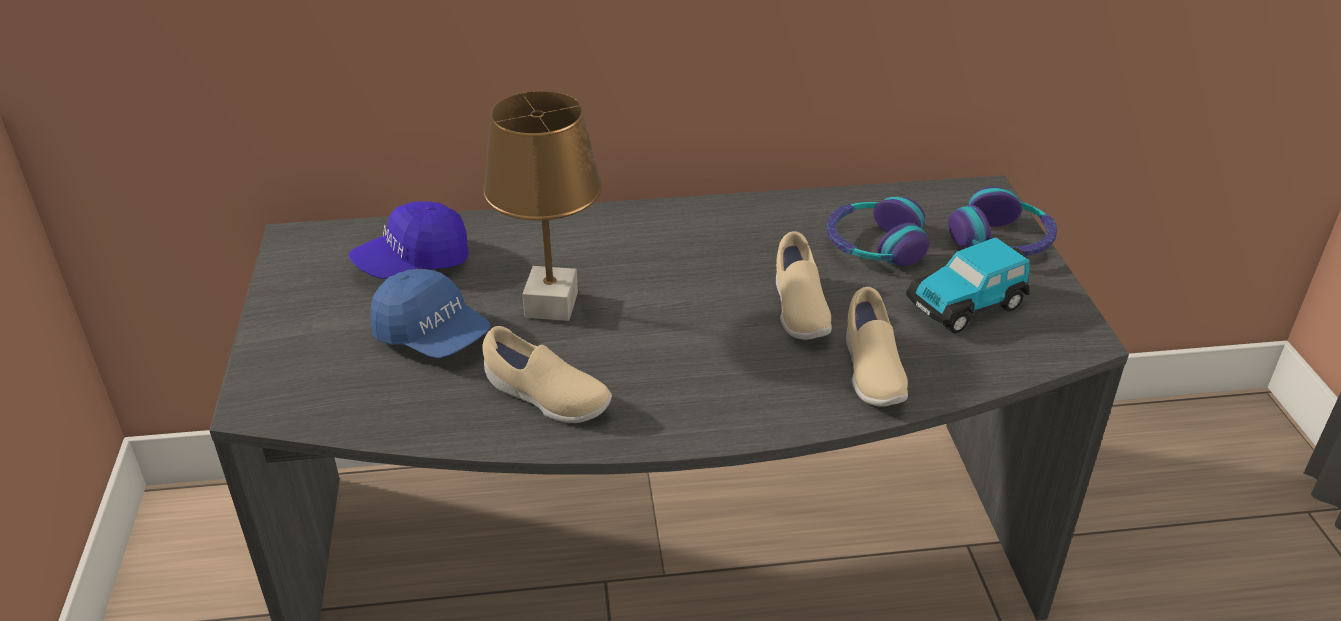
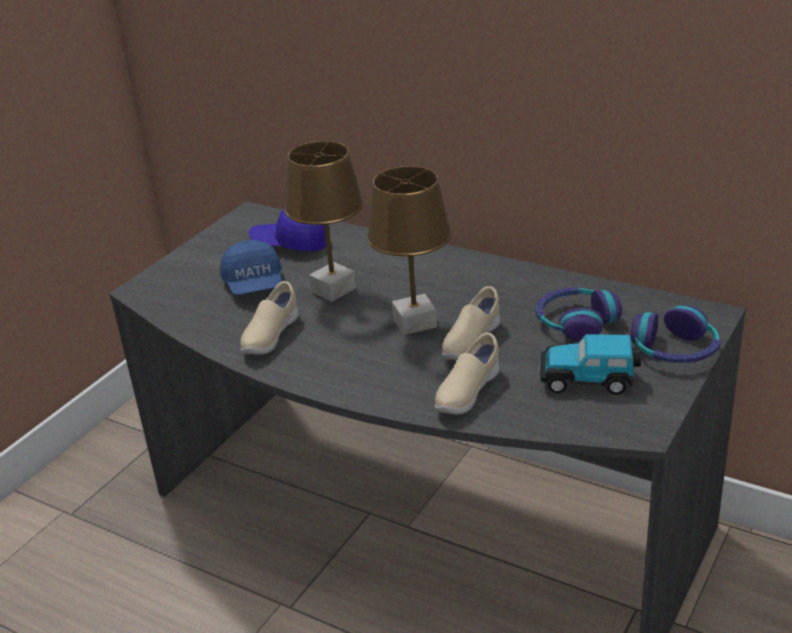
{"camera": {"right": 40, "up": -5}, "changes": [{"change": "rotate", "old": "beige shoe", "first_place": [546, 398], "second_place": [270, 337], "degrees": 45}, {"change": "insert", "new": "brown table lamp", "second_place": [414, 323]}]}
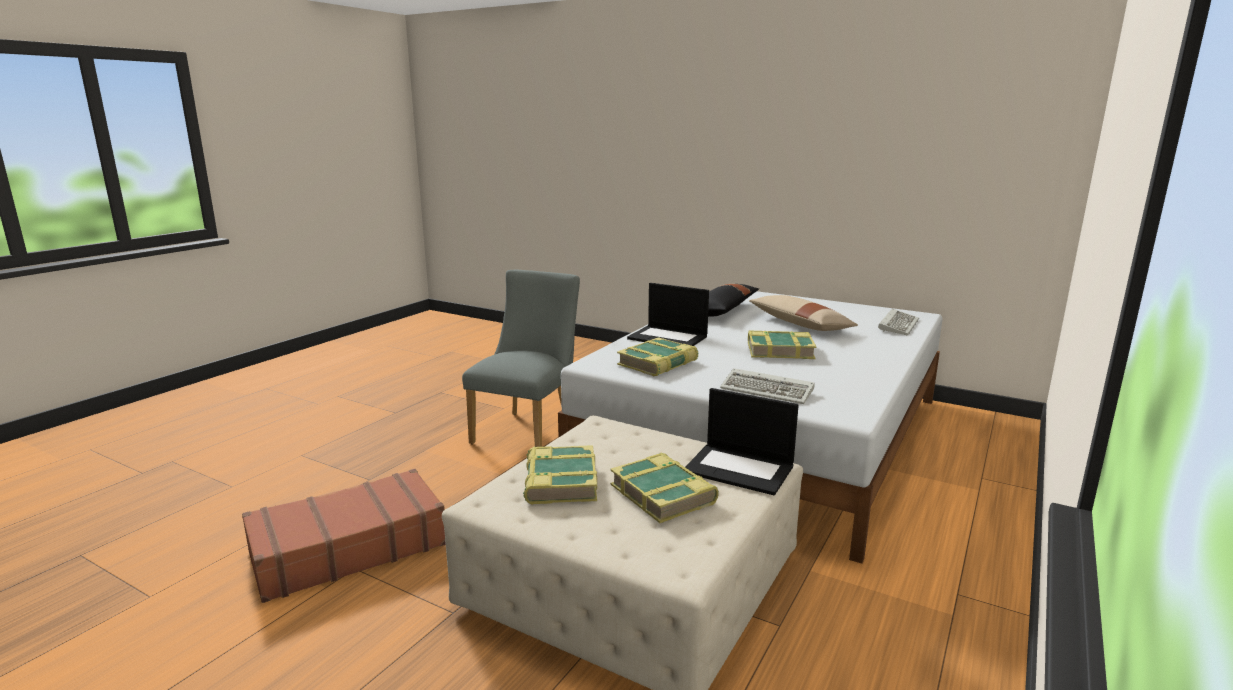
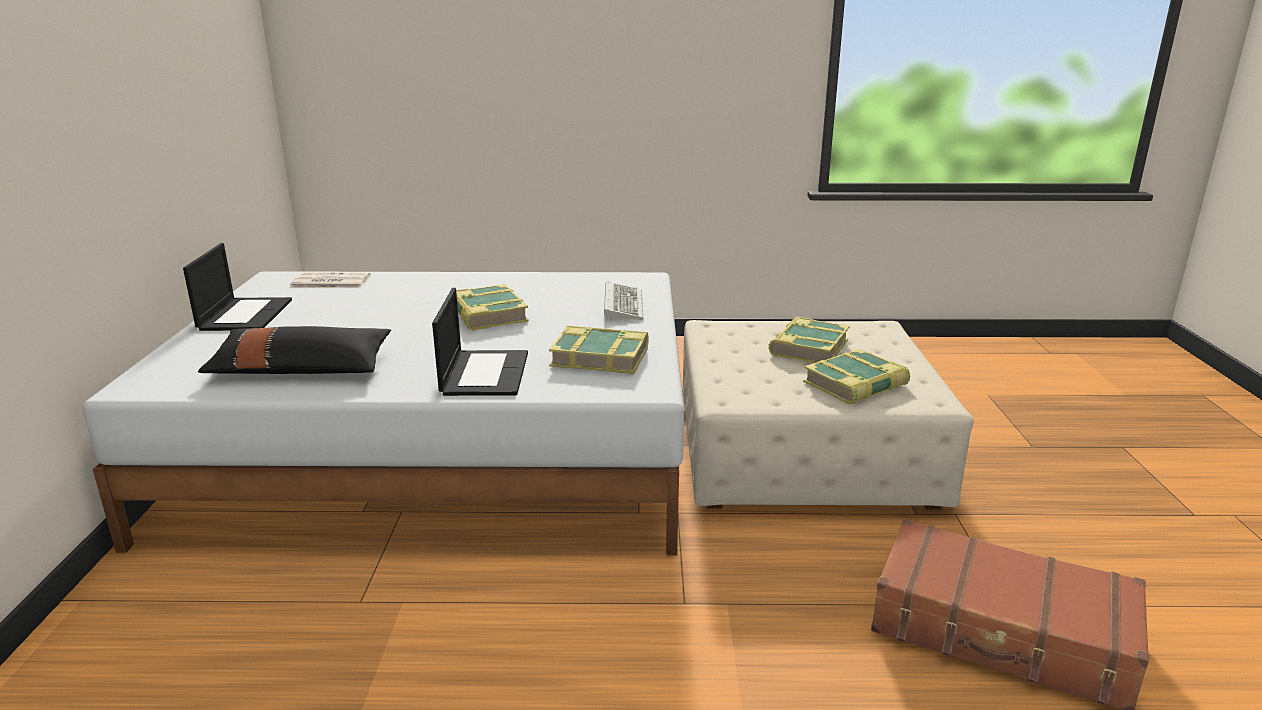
{"camera": {"right": -120, "up": 5}, "changes": [{"change": "move", "old": "laptop", "first_place": [740, 469], "second_place": [245, 314]}, {"change": "replace", "old": "keyboard", "new": "newspaper", "first_place": [897, 325], "second_place": [329, 282]}, {"change": "delete", "old": "grey chair", "first_place": [528, 430]}, {"change": "delete", "old": "beige pillow", "first_place": [800, 324]}]}
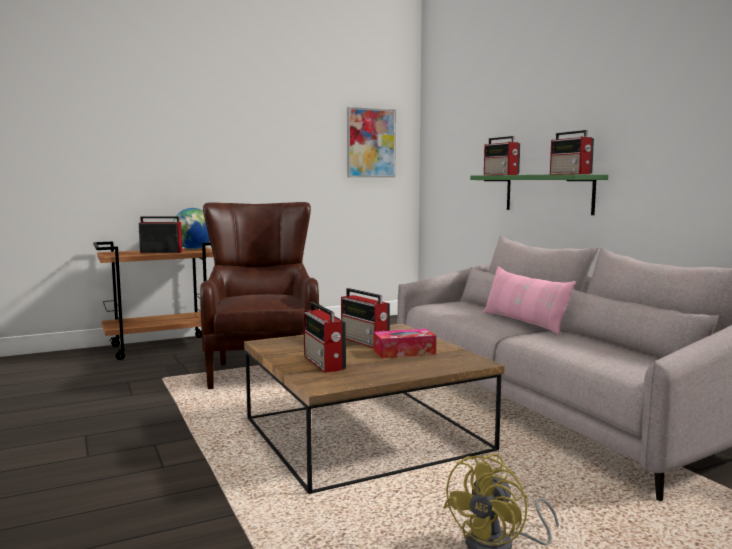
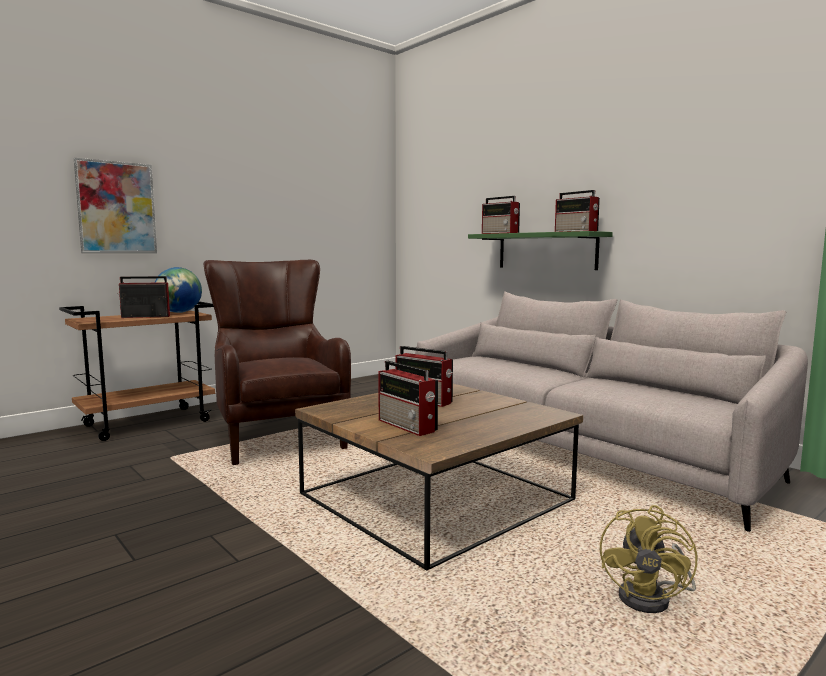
{"camera": {"right": -15, "up": 0}, "changes": [{"change": "move", "old": "picture", "first_place": [371, 143], "second_place": [116, 208]}, {"change": "delete", "old": "tissue box", "first_place": [404, 352]}, {"change": "delete", "old": "pink pillow", "first_place": [524, 322]}]}
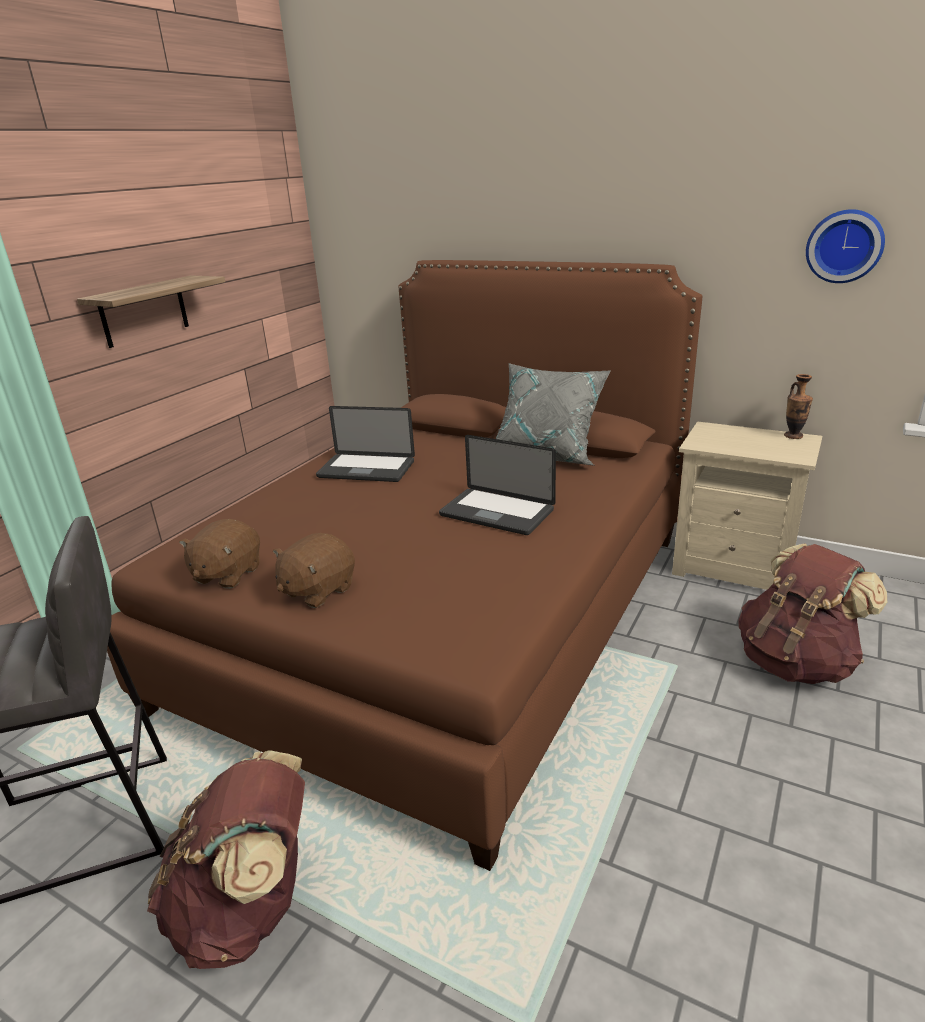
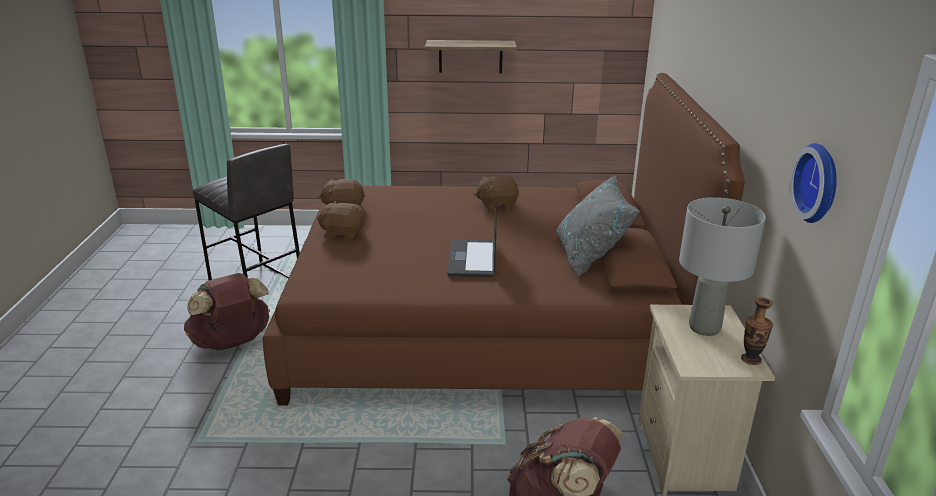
{"camera": {"right": 60, "up": 0}, "changes": [{"change": "replace", "old": "laptop", "new": "brown plush toy", "first_place": [366, 469], "second_place": [497, 204]}, {"change": "insert", "new": "grey table lamp", "second_place": [704, 328]}]}
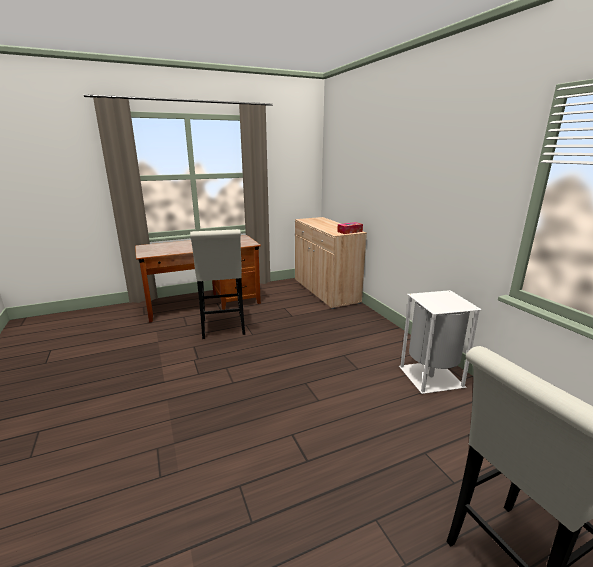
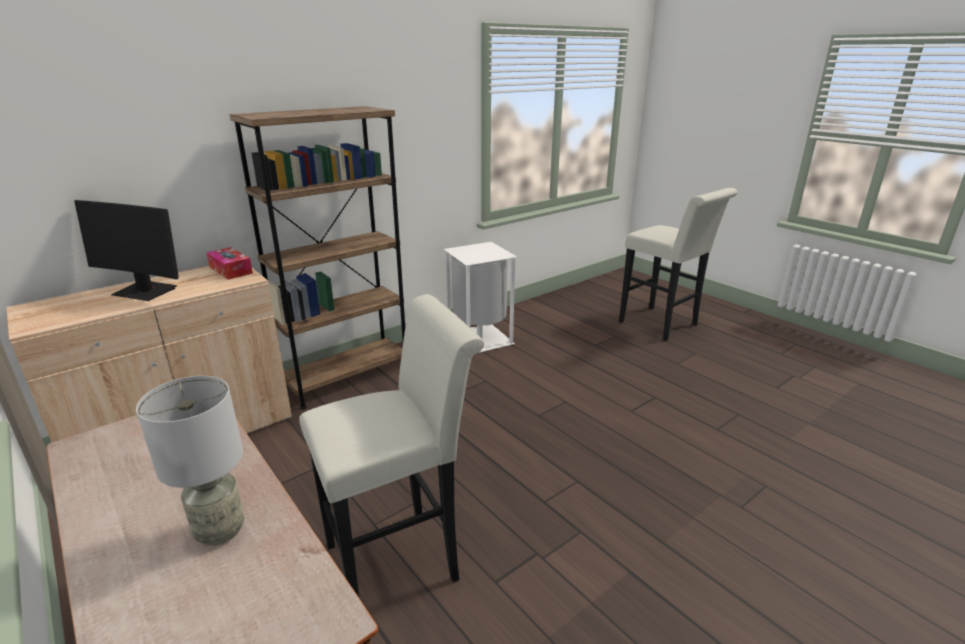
{"camera": {"right": -105, "up": 5}, "changes": [{"change": "insert", "new": "monitor", "second_place": [145, 292]}, {"change": "insert", "new": "grey table lamp", "second_place": [221, 530]}, {"change": "insert", "new": "brown bookcase", "second_place": [347, 377]}]}
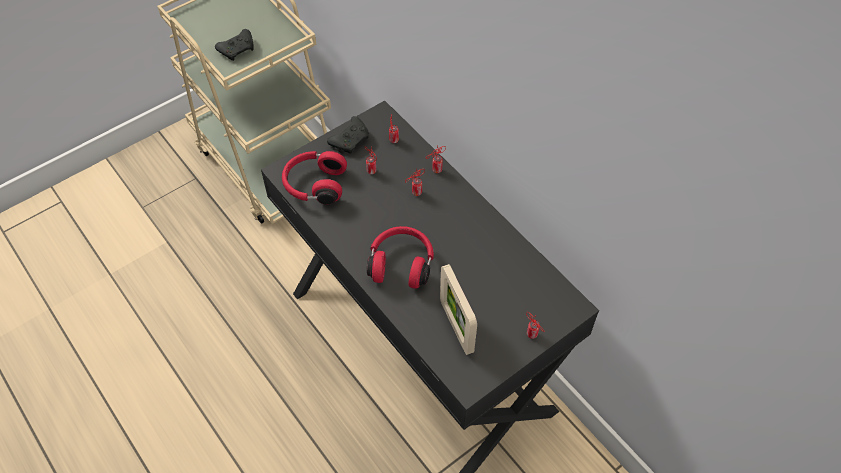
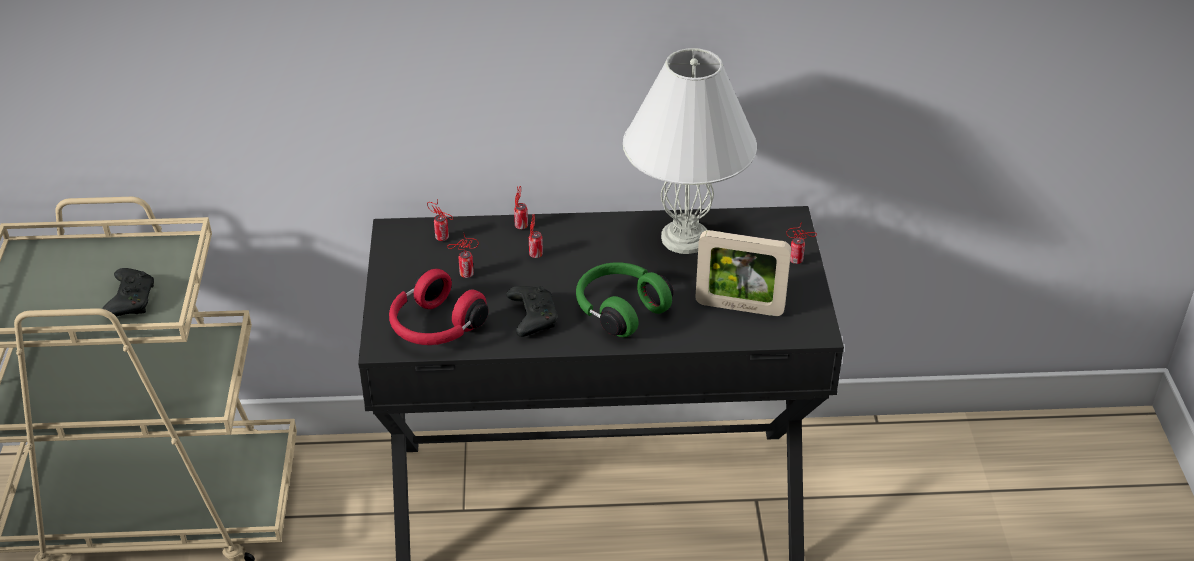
{"camera": {"right": -55, "up": -15}, "changes": [{"change": "move", "old": "black game controller", "first_place": [350, 140], "second_place": [532, 317]}, {"change": "recolor", "old": "red headphones", "new": "green headphones", "first_place": [401, 263], "second_place": [619, 309]}, {"change": "insert", "new": "white table lamp", "second_place": [686, 238]}]}
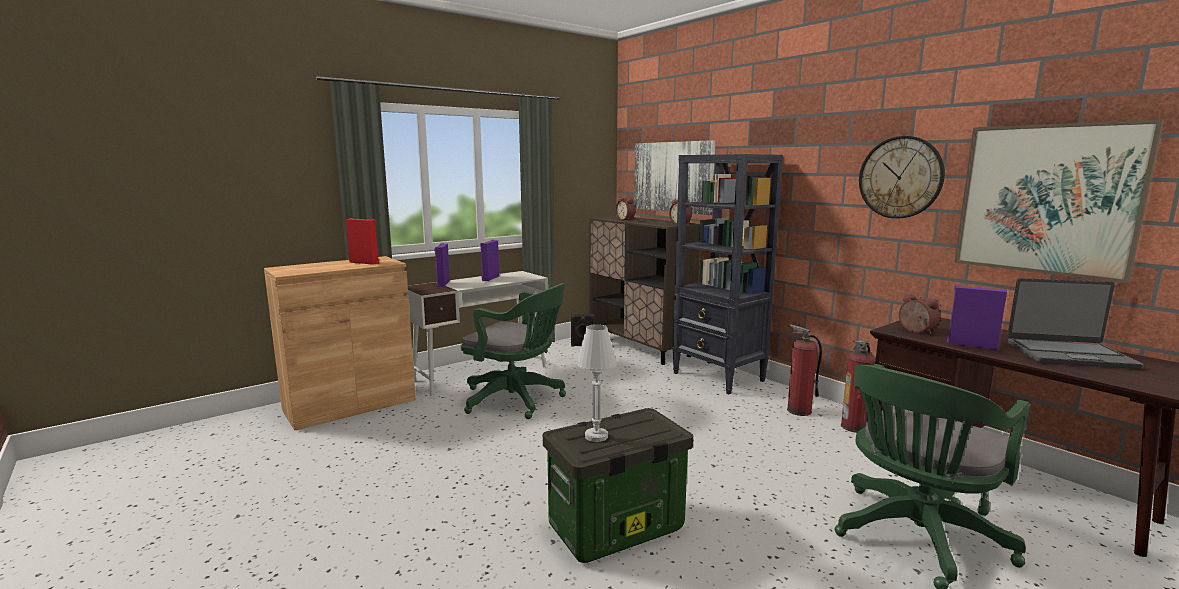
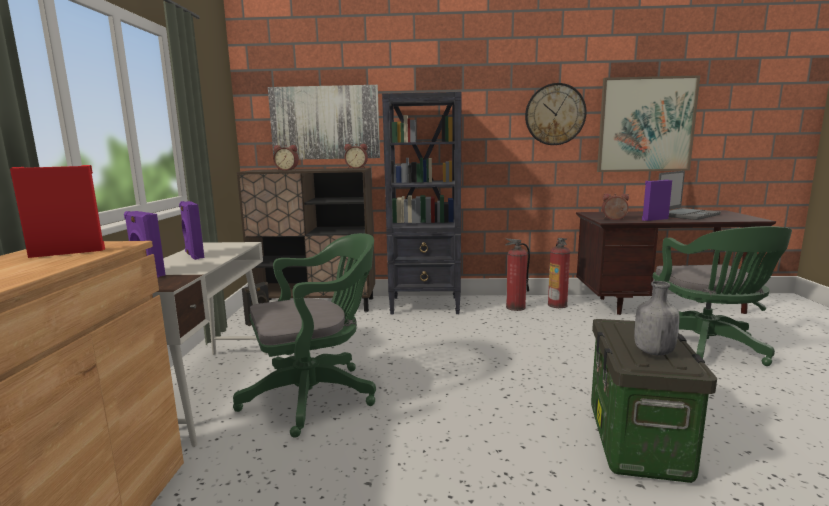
{"camera": {"right": -50, "up": 0}, "changes": [{"change": "replace", "old": "white table lamp", "new": "grey bottle", "first_place": [596, 436], "second_place": [652, 352]}]}
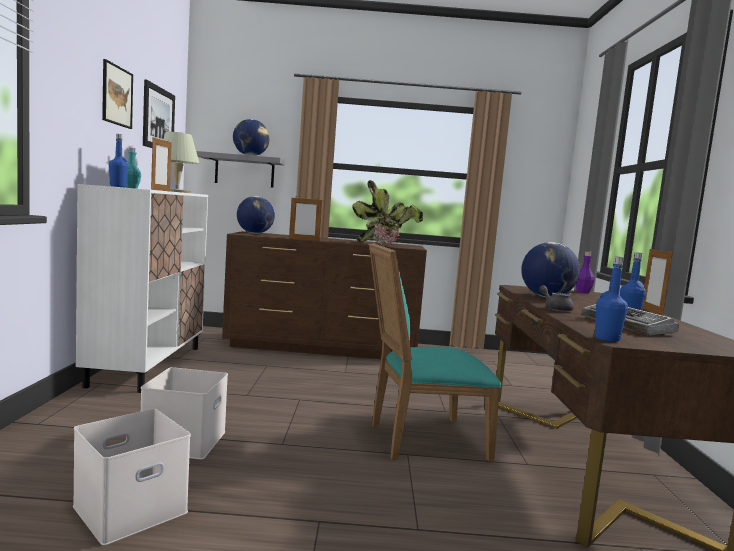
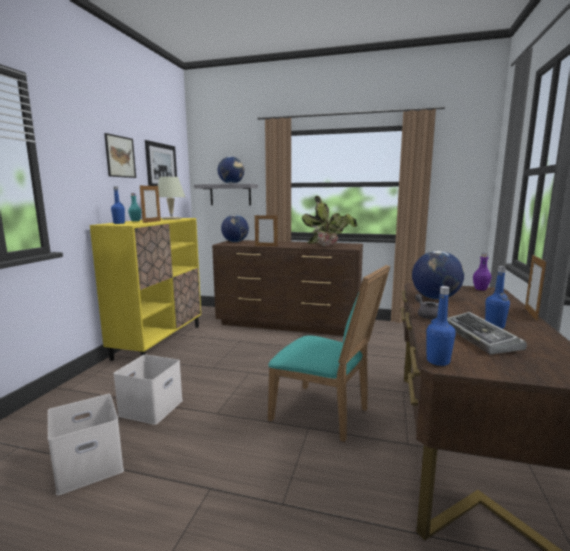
{"camera": {"right": 15, "up": 5}, "changes": [{"change": "recolor", "old": "white cabinet", "new": "yellow cabinet", "first_place": [148, 365], "second_place": [159, 341]}, {"change": "rotate", "old": "turquoise chair", "first_place": [420, 440], "second_place": [325, 414], "degrees": -150}]}
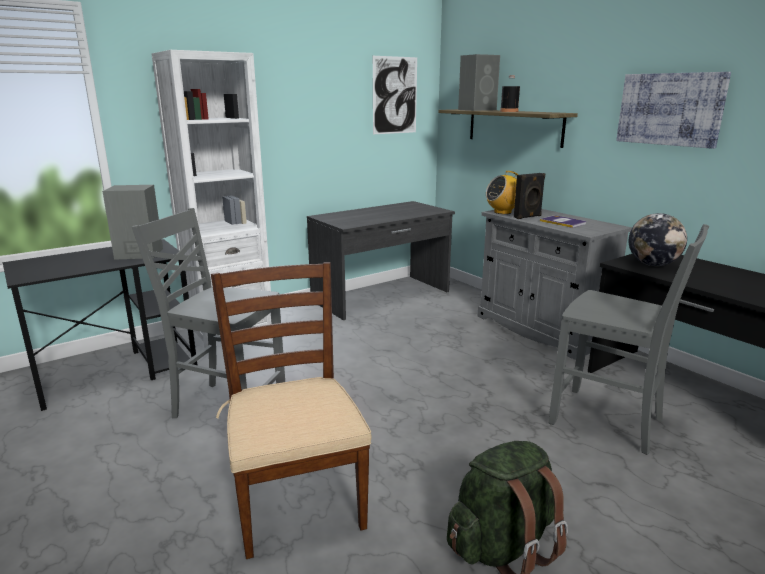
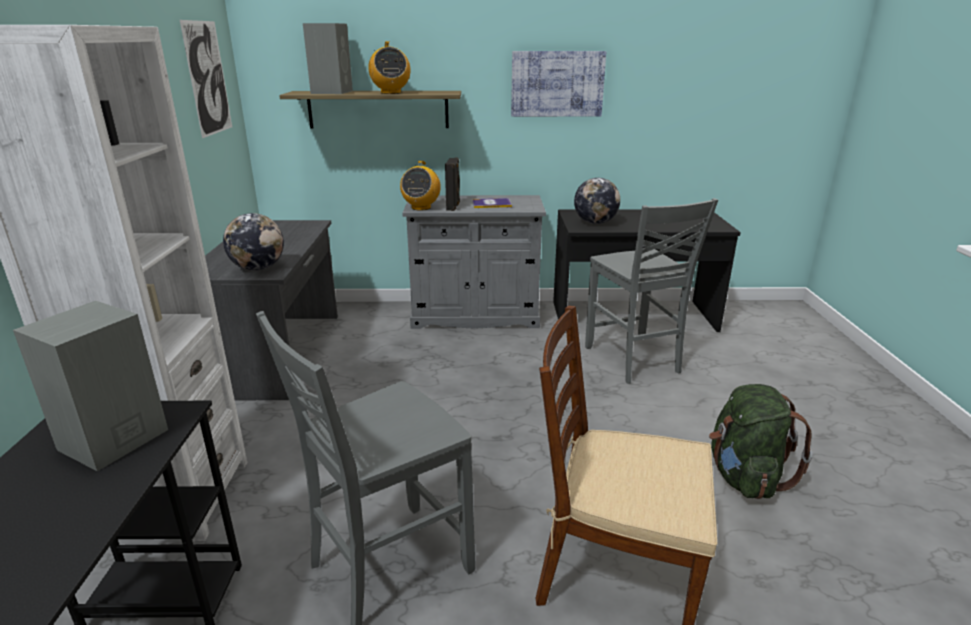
{"camera": {"right": -55, "up": 5}, "changes": [{"change": "insert", "new": "globe", "second_place": [258, 268]}, {"change": "replace", "old": "black bottle", "new": "radio", "first_place": [509, 111], "second_place": [390, 93]}, {"change": "rotate", "old": "grey chair", "first_place": [608, 422], "second_place": [633, 360], "degrees": 90}]}
